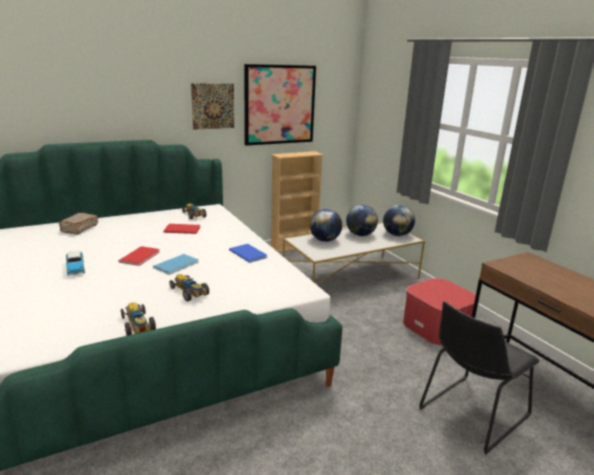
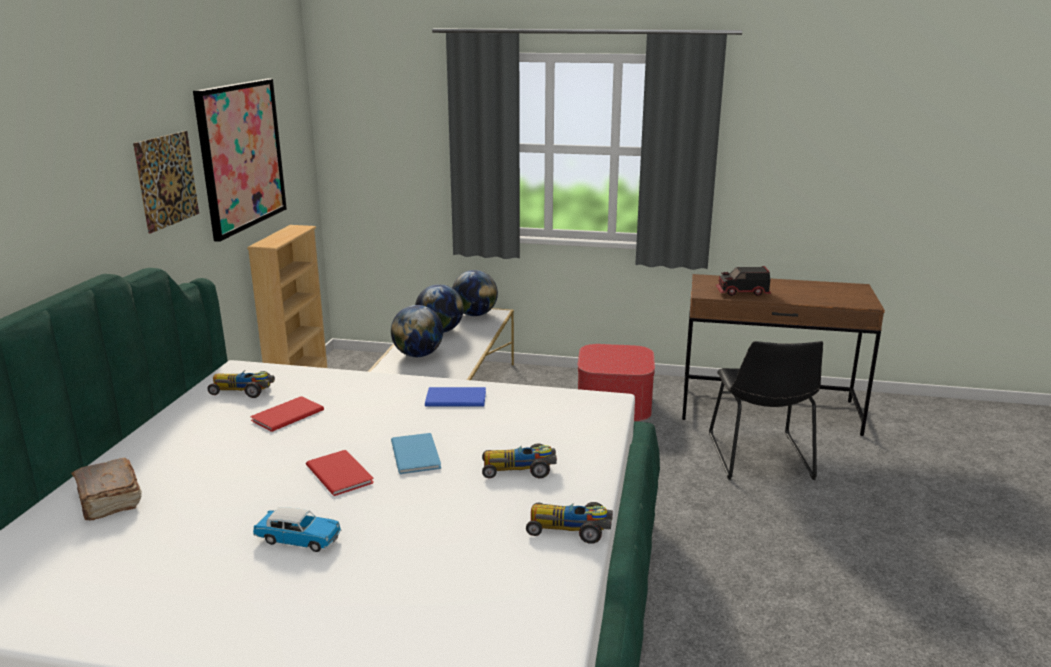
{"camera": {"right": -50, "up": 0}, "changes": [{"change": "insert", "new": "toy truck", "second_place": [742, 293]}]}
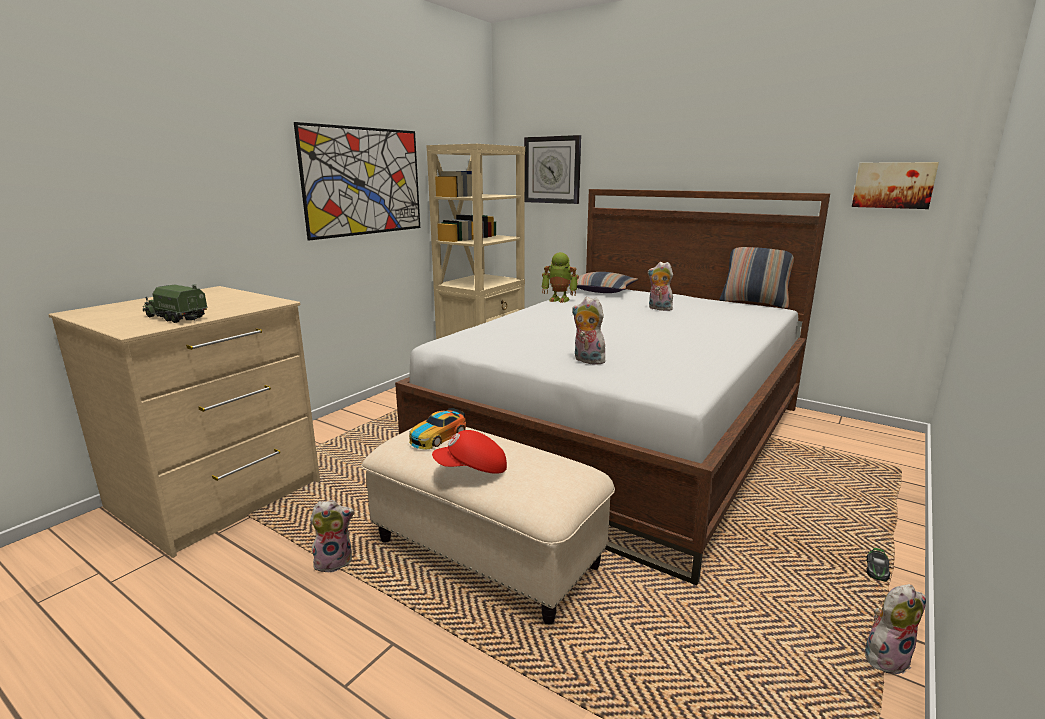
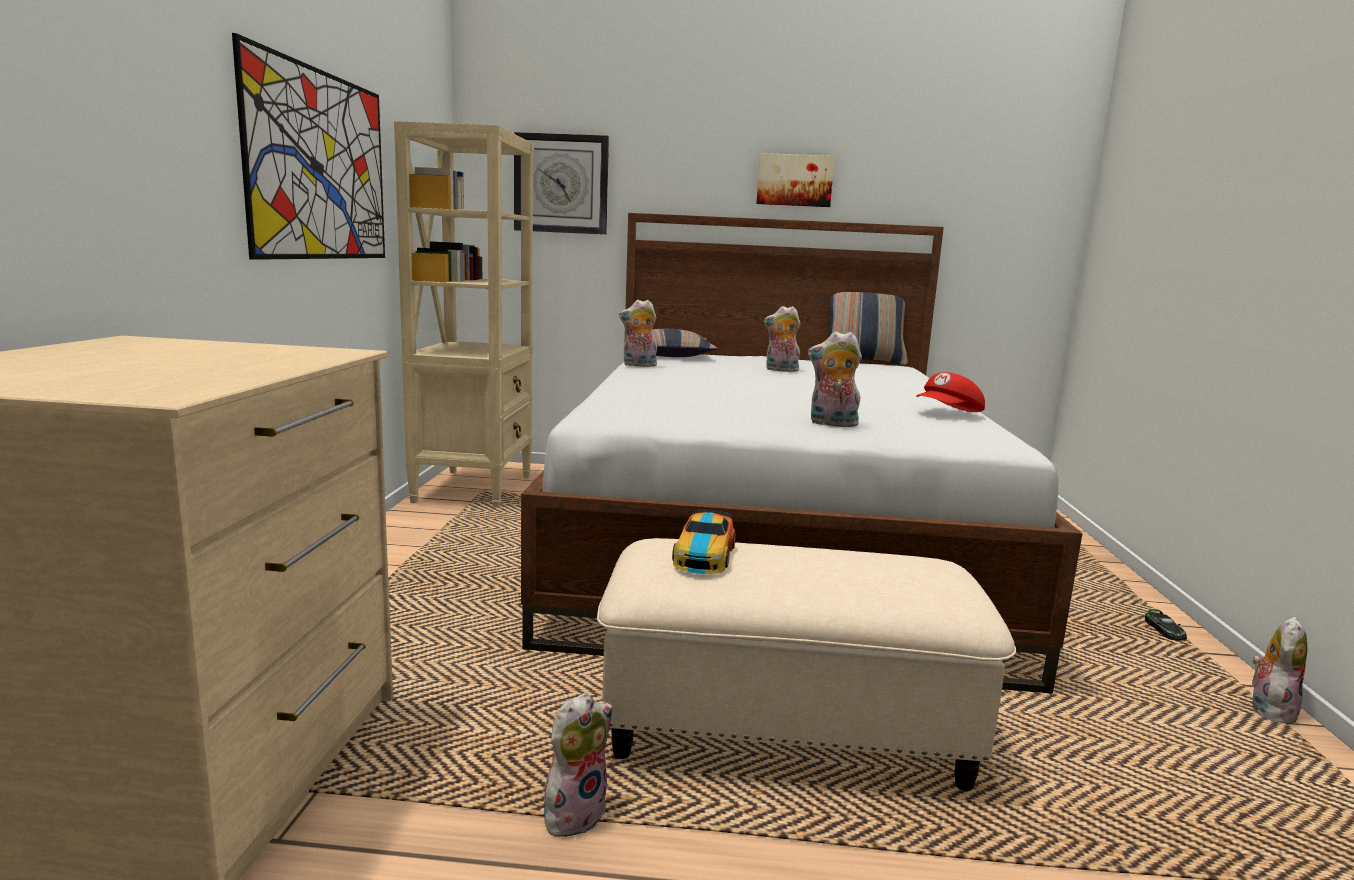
{"camera": {"right": -30, "up": -5}, "changes": [{"change": "replace", "old": "toy robot", "new": "plush toy", "first_place": [559, 299], "second_place": [638, 365]}, {"change": "move", "old": "picture", "first_place": [893, 185], "second_place": [794, 180]}, {"change": "move", "old": "red cap", "first_place": [472, 469], "second_place": [949, 413]}, {"change": "delete", "old": "toy truck", "first_place": [175, 317]}]}
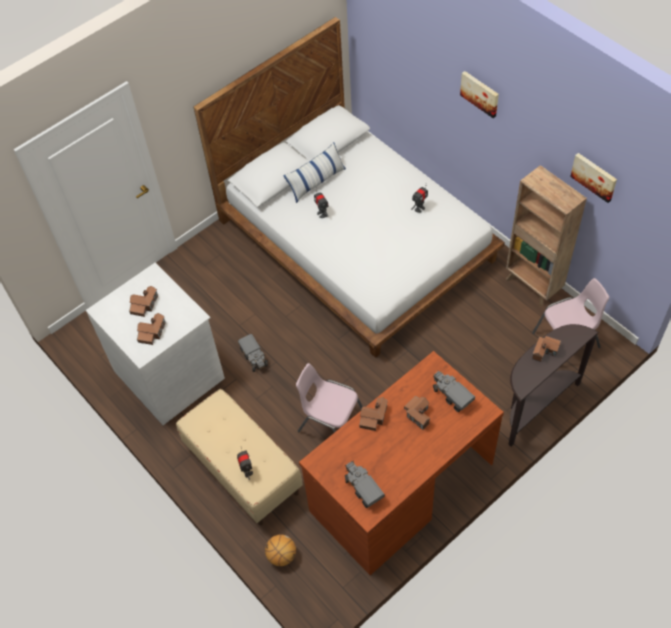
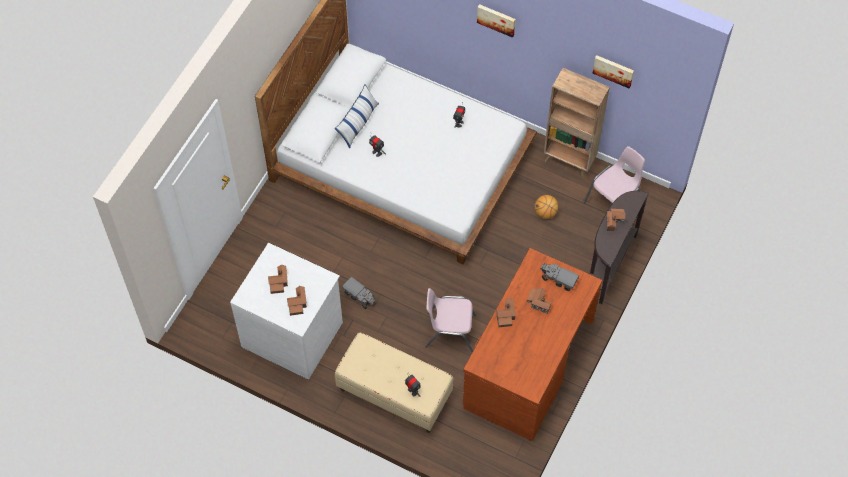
{"camera": {"right": -25, "up": 5}, "changes": [{"change": "move", "old": "basketball", "first_place": [282, 555], "second_place": [545, 212]}, {"change": "delete", "old": "toy truck", "first_place": [363, 488]}]}
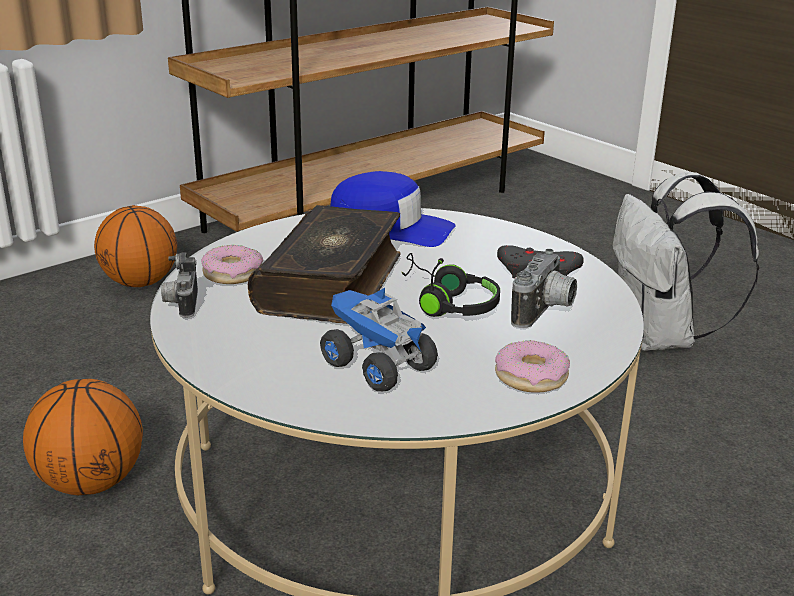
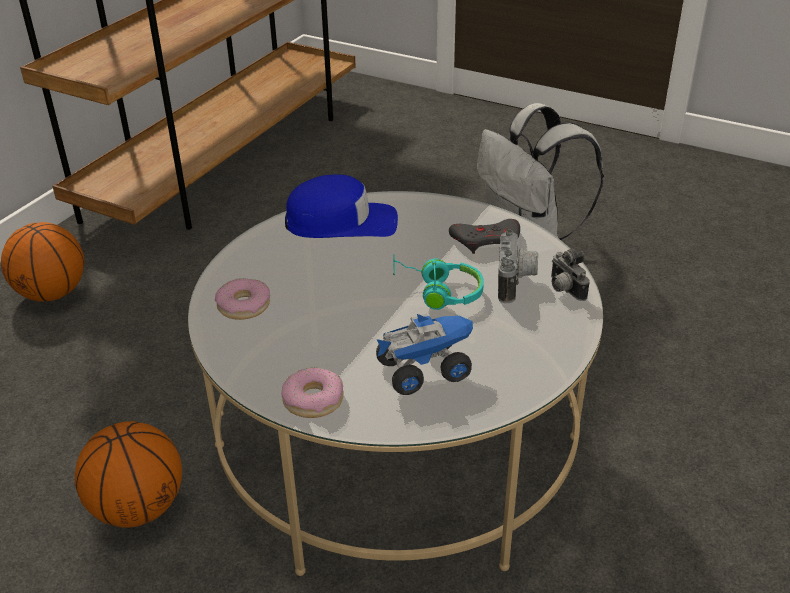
{"camera": {"right": -20, "up": 10}, "changes": [{"change": "move", "old": "donut", "first_place": [531, 377], "second_place": [313, 400]}, {"change": "rotate", "old": "toy truck", "first_place": [376, 366], "second_place": [424, 370], "degrees": 135}, {"change": "recolor", "old": "black headphones", "new": "turquoise headphones", "first_place": [446, 302], "second_place": [437, 291]}, {"change": "move", "old": "photo camera", "first_place": [182, 305], "second_place": [564, 289]}, {"change": "delete", "old": "book", "first_place": [333, 283]}]}
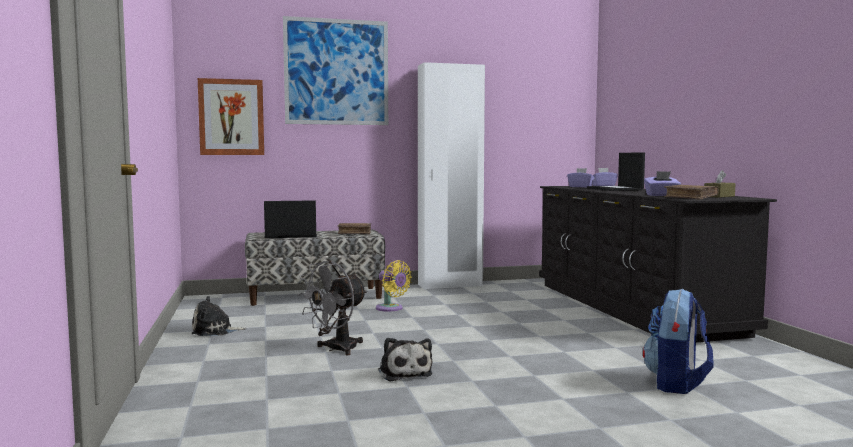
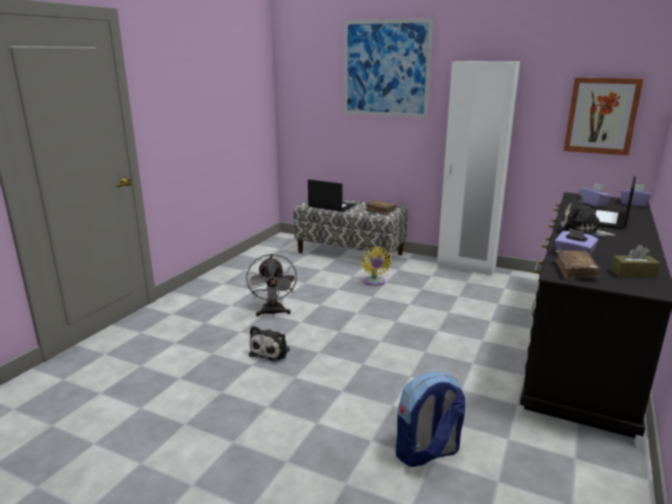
{"camera": {"right": 40, "up": 15}, "changes": [{"change": "rotate", "old": "grey fan", "first_place": [336, 349], "second_place": [273, 313], "degrees": -90}, {"change": "move", "old": "plush toy", "first_place": [215, 331], "second_place": [582, 231]}, {"change": "move", "old": "picture", "first_place": [231, 117], "second_place": [601, 116]}]}
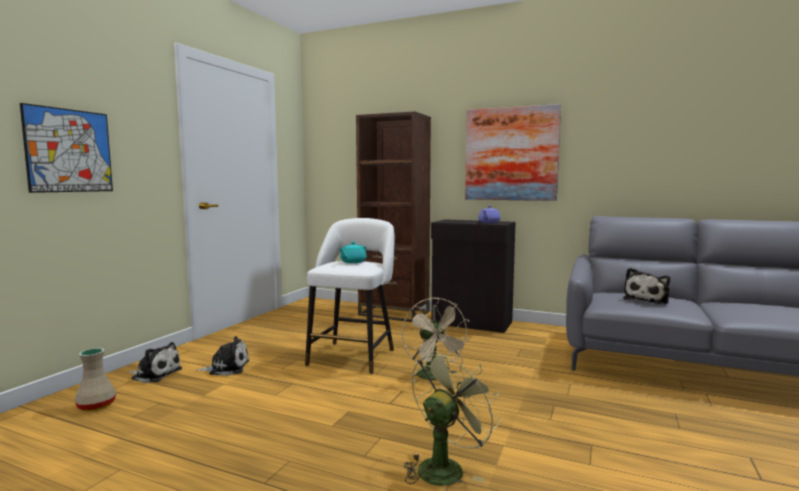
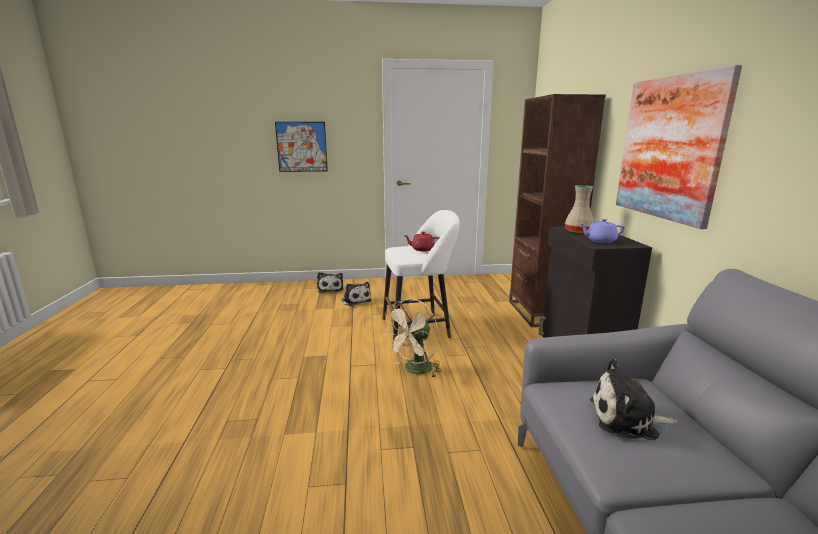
{"camera": {"right": 60, "up": 10}, "changes": [{"change": "recolor", "old": "turquoise teapot", "new": "red teapot", "first_place": [352, 262], "second_place": [422, 249]}, {"change": "move", "old": "beige vase", "first_place": [97, 406], "second_place": [579, 231]}, {"change": "delete", "old": "green fan", "first_place": [445, 467]}]}
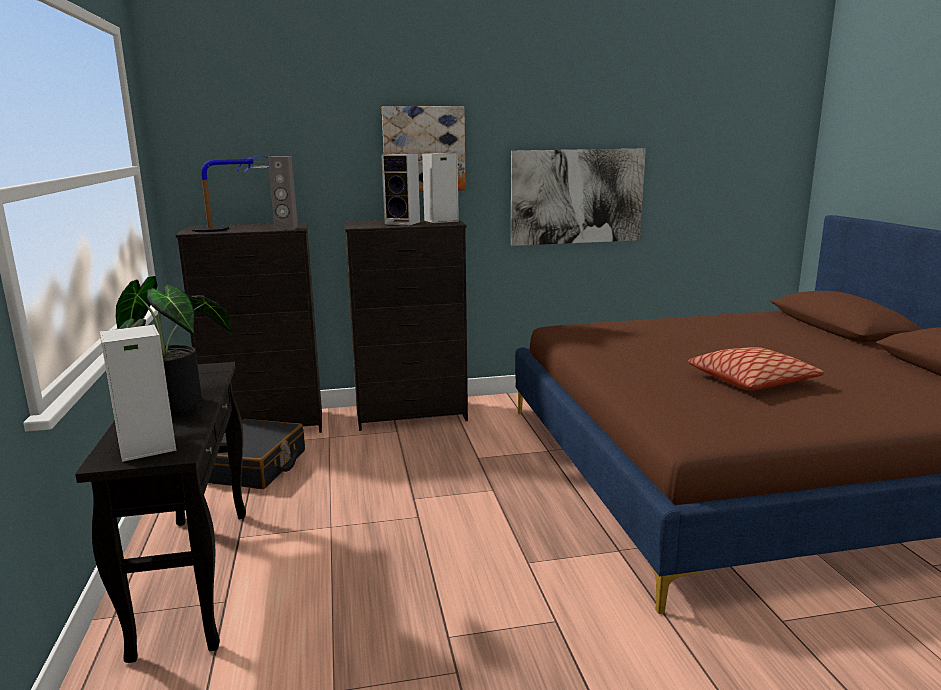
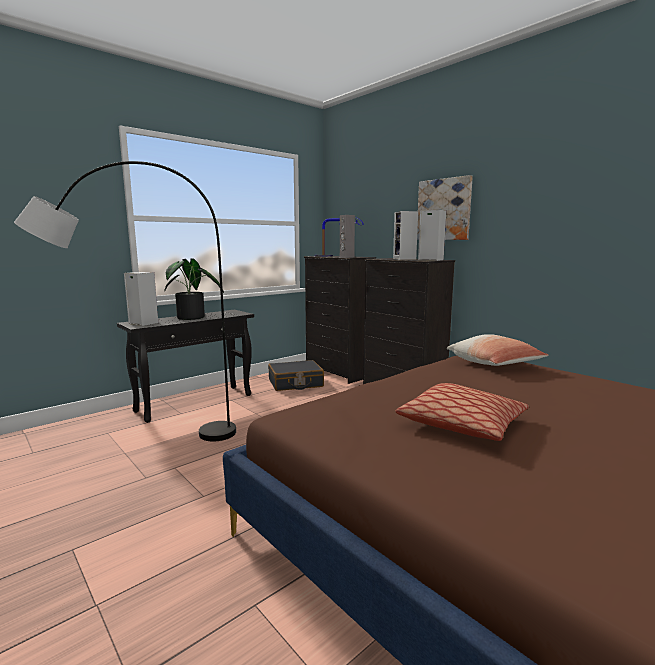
{"camera": {"right": 60, "up": -5}, "changes": [{"change": "insert", "new": "grey floor lamp", "second_place": [143, 443]}, {"change": "insert", "new": "pillow", "second_place": [494, 364]}, {"change": "delete", "old": "picture", "first_place": [577, 196]}]}
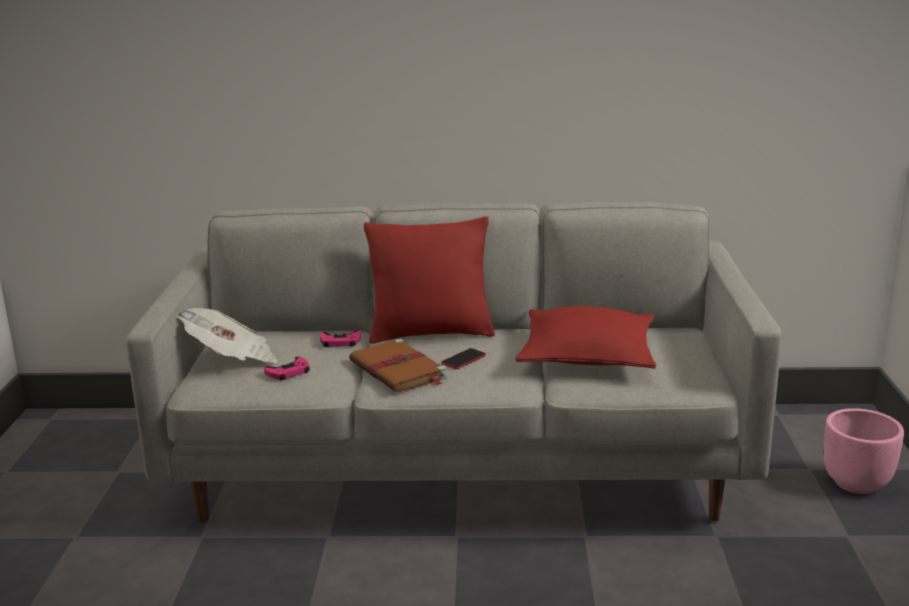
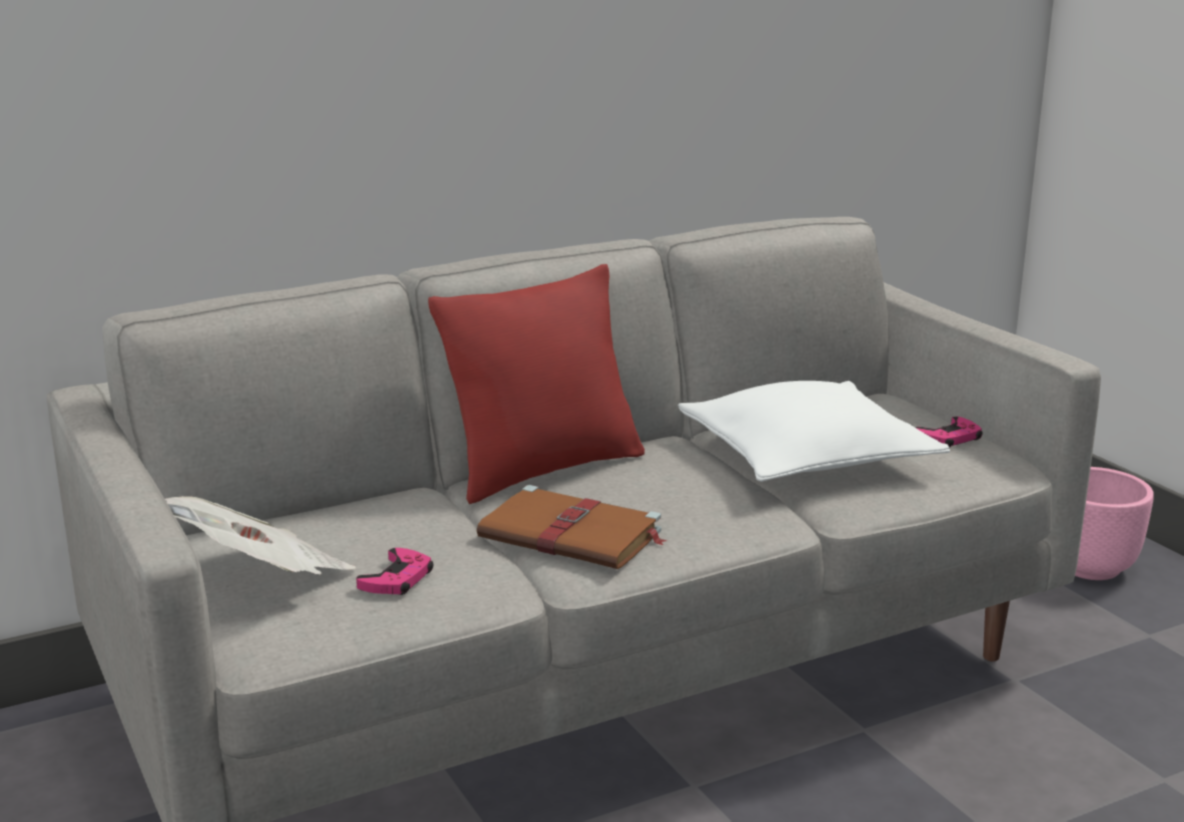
{"camera": {"right": -30, "up": 0}, "changes": [{"change": "recolor", "old": "red pillow", "new": "white pillow", "first_place": [587, 355], "second_place": [807, 456]}, {"change": "move", "old": "pink game controller", "first_place": [340, 342], "second_place": [949, 438]}, {"change": "delete", "old": "phone", "first_place": [463, 359]}]}
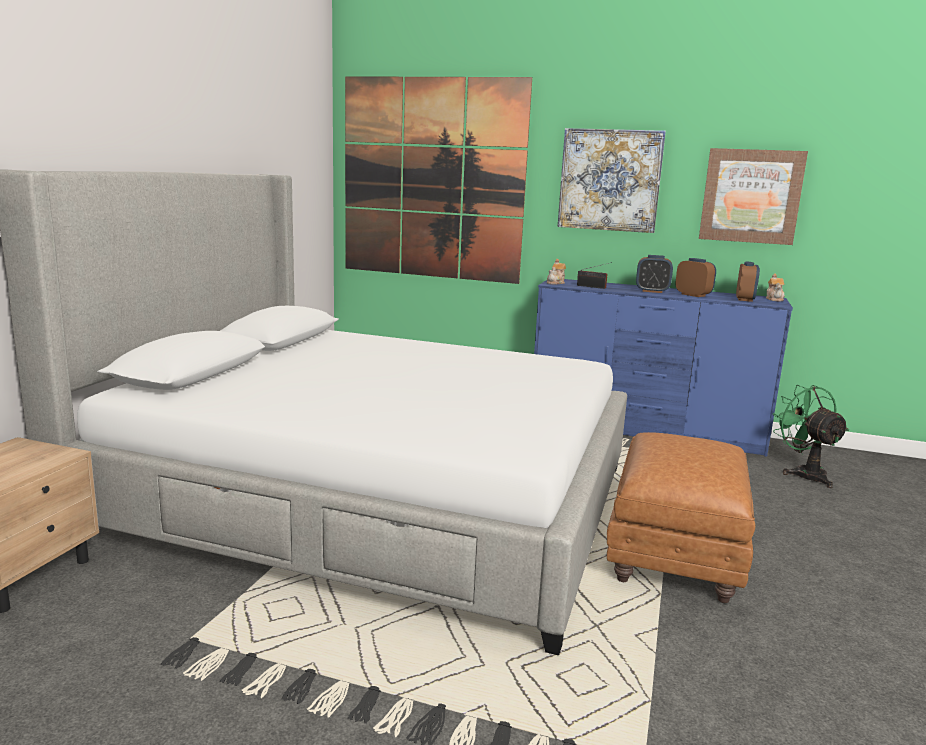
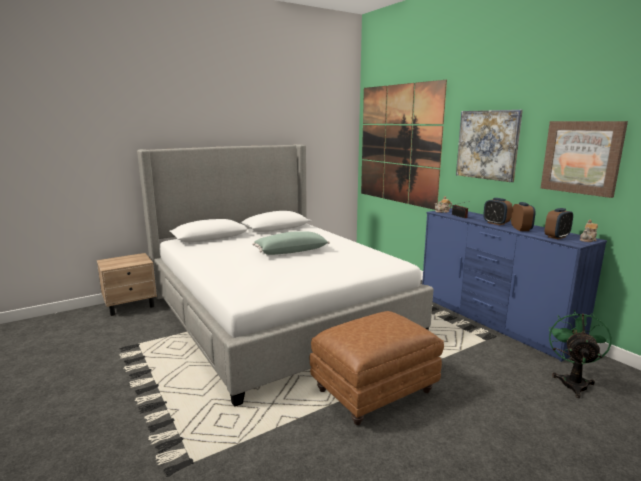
{"camera": {"right": 40, "up": 0}, "changes": [{"change": "insert", "new": "green pillow", "second_place": [291, 251]}]}
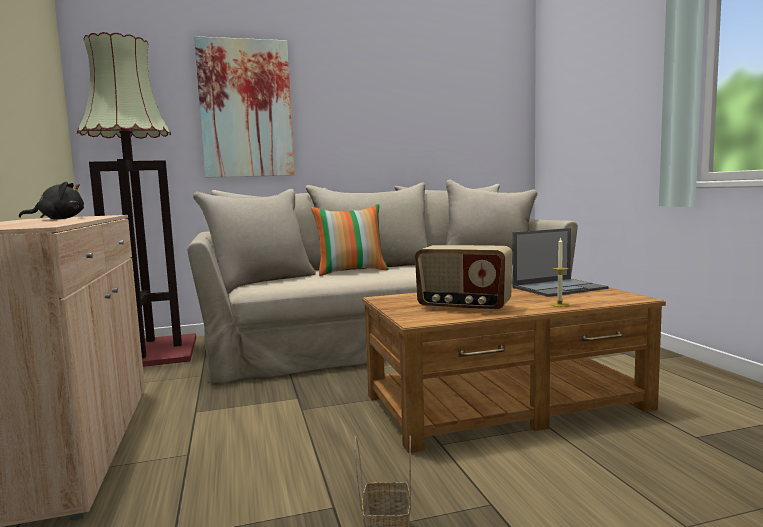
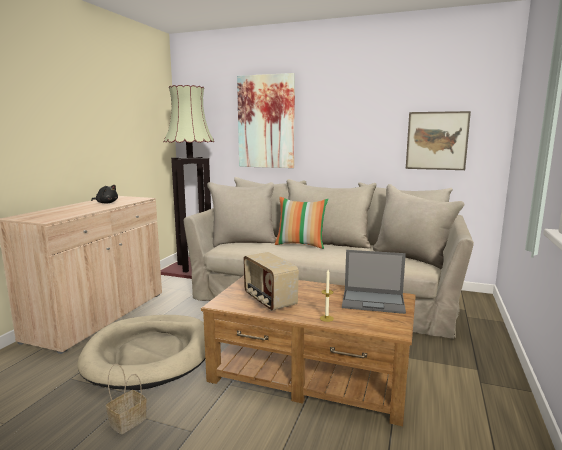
{"camera": {"right": 35, "up": 5}, "changes": [{"change": "insert", "new": "beige dog bed", "second_place": [149, 354]}, {"change": "insert", "new": "picture", "second_place": [436, 141]}]}
